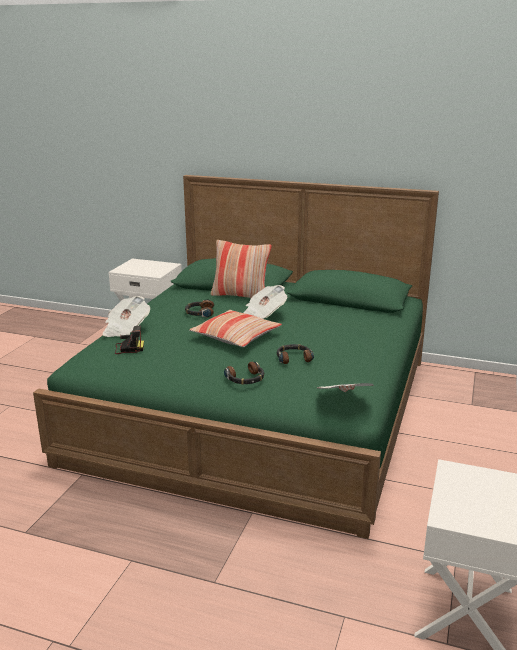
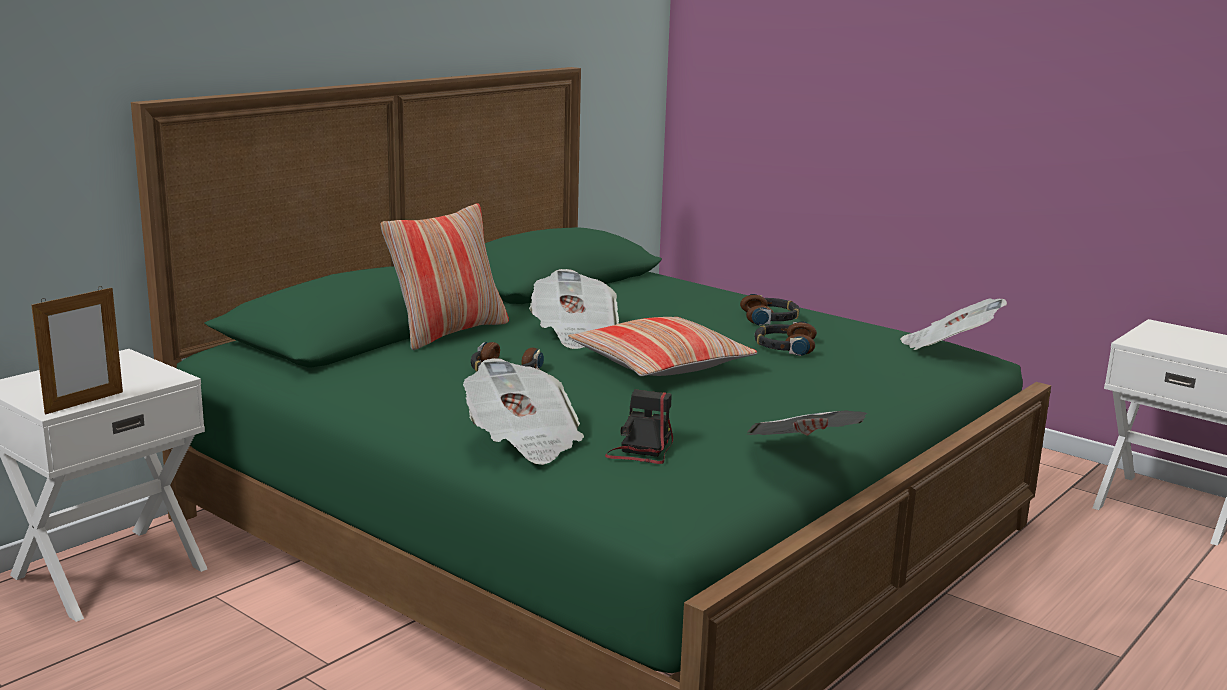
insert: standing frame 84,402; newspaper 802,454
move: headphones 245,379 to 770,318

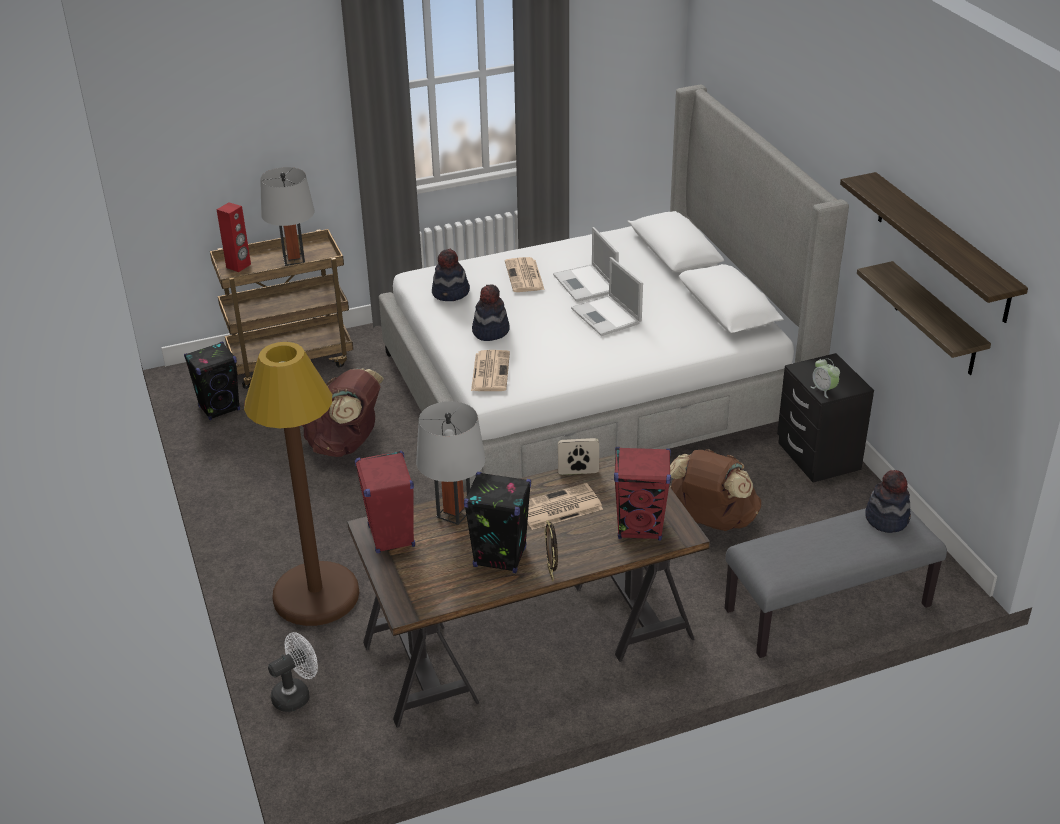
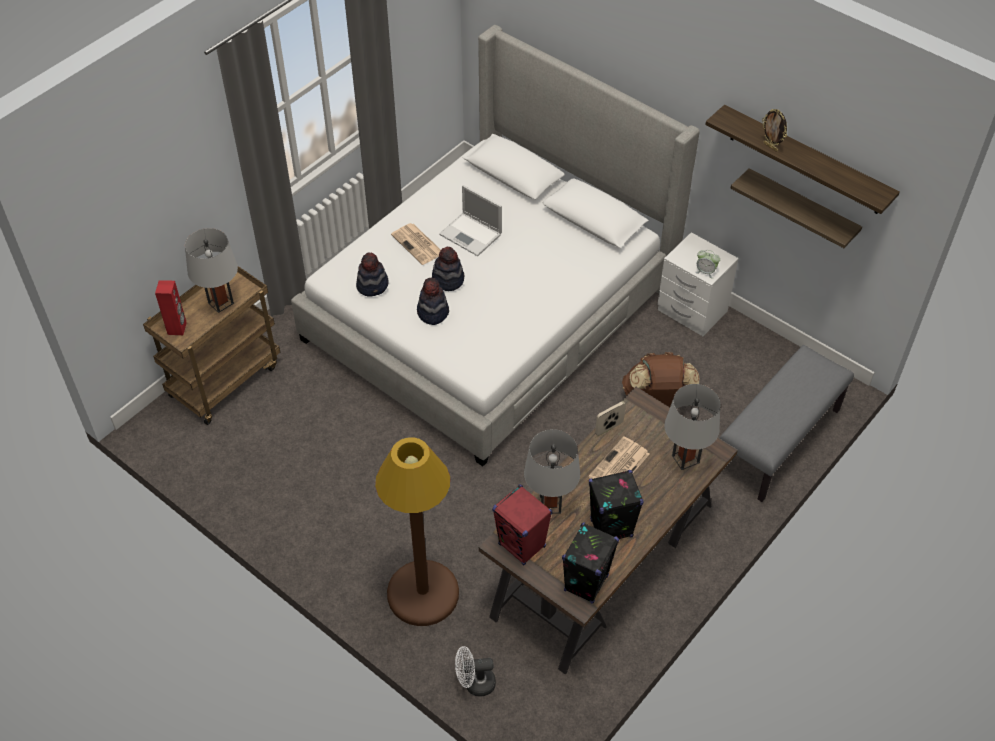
delete: rucksack (brownish) 346,444; newspaper 490,371; laptop 607,317
move: hat 887,518 to 448,279; speaker (black-coloured) 219,408 to 586,583; standing frame 551,573 to 771,147
replace: speaker (reddish) 640,527 to tabletop lamp (greyish) 685,458
recolor: nightstand (black-coloured) 818,456 to nightstand (whitish) 692,311
rotate: cooling fan (whitish) 296,694 = 474,683 120 degrees counterclockwise

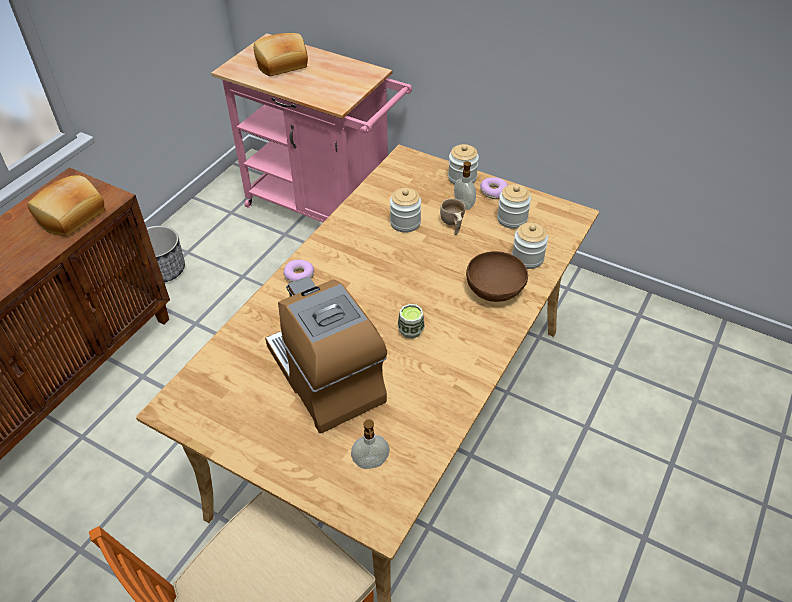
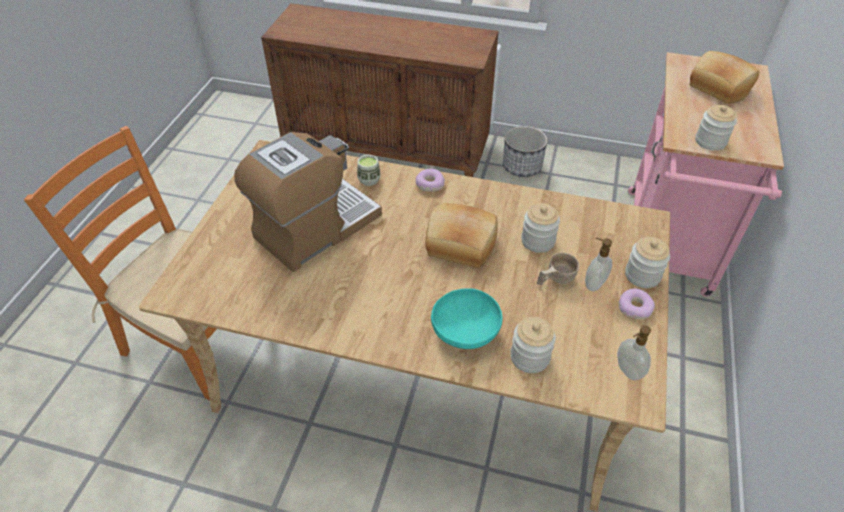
move: small cup 411,330 to 369,180; bakery bread 72,216 to 460,246; soap dispenser 371,463 to 627,371; jar 512,219 to 710,141
recolor: serving bowl (brownish) 495,290 to serving bowl (turquoise) 465,333

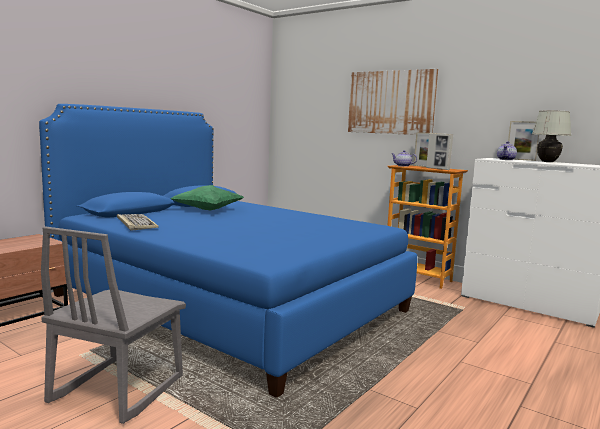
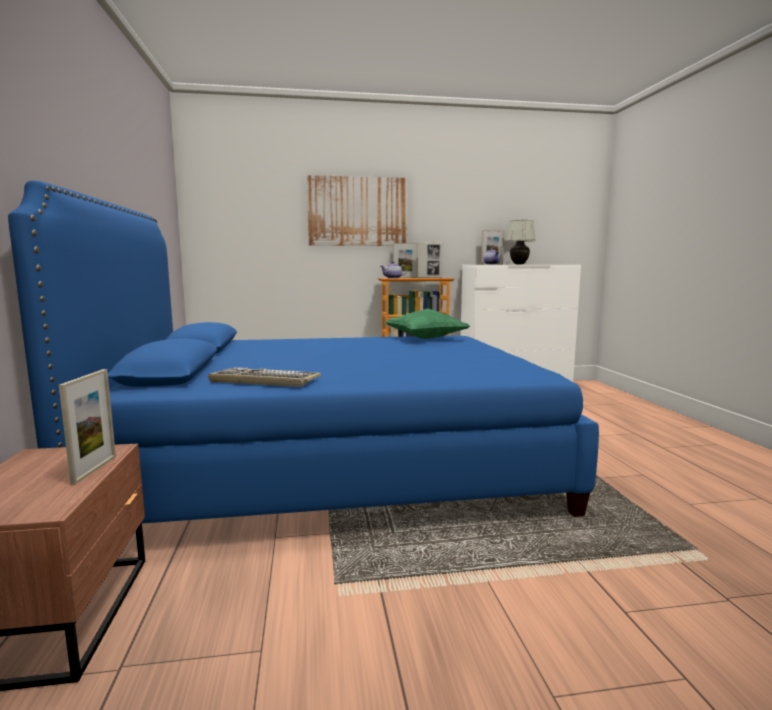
delete: plain chair (greyish) 116,389
insert: standing frame 94,469
move: cushion (green) 207,210 to 426,339

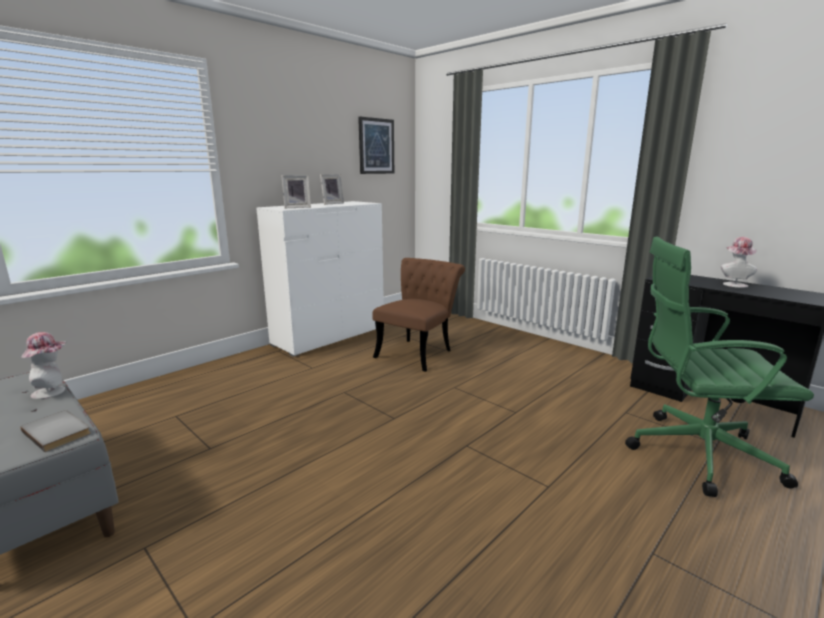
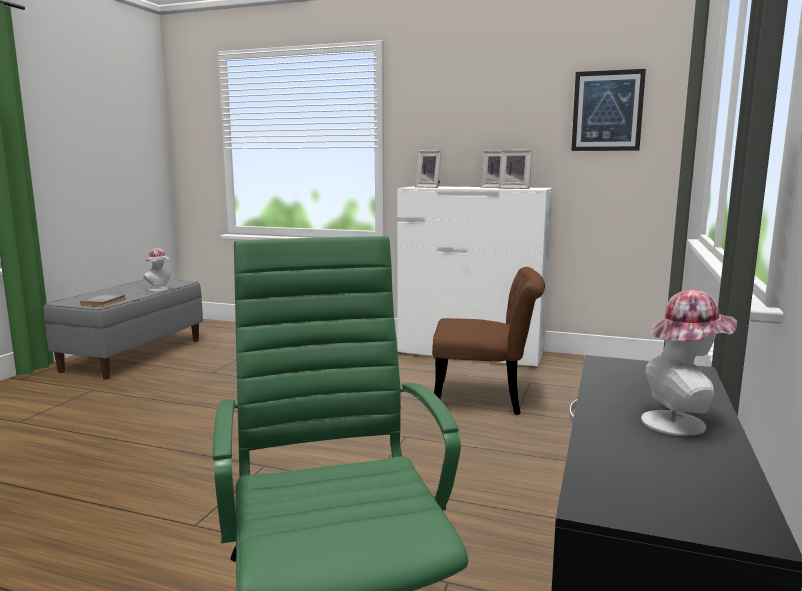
insert: standing frame 515,188

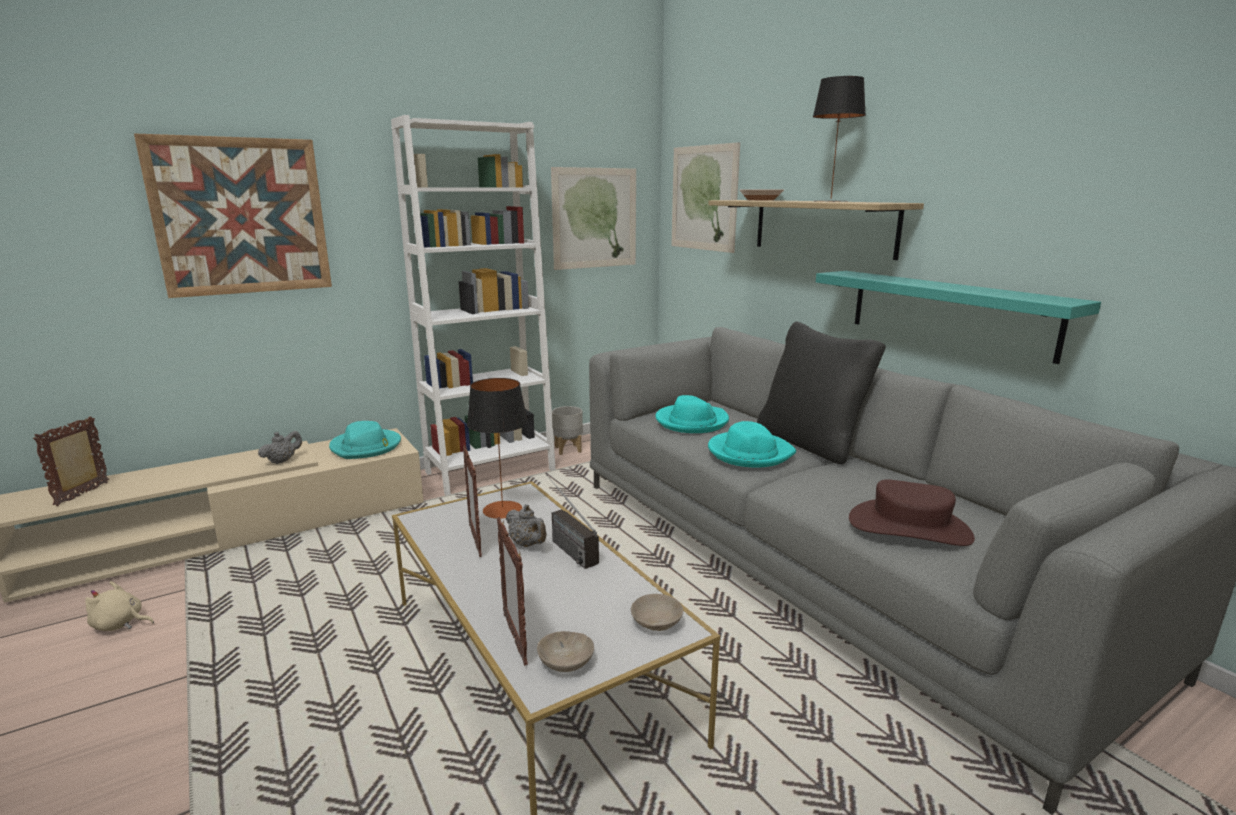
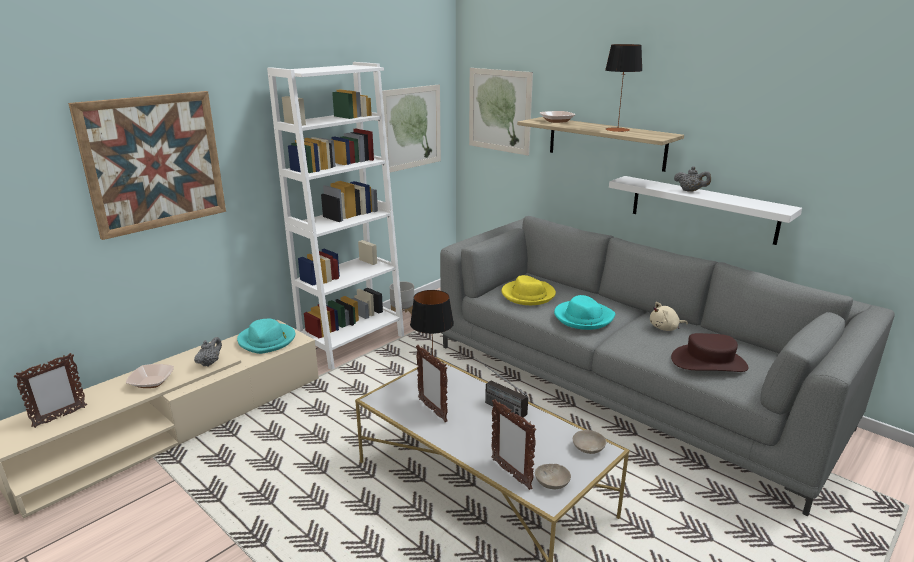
delete: cushion (black-coloured) 810,443
insert: serving bowl 152,382
move: soft toy (sand-coloured) 120,624 to 665,328; pot for tea (greyish) 527,544 to 690,191
recolor: hat (turquoise) 691,422 to hat (yellowish) 528,295; bracket shelf (turquoise) 948,312 to bracket shelf (whitish) 702,209
rotate: standing frame 83,494 = 60,417 135 degrees counterclockwise

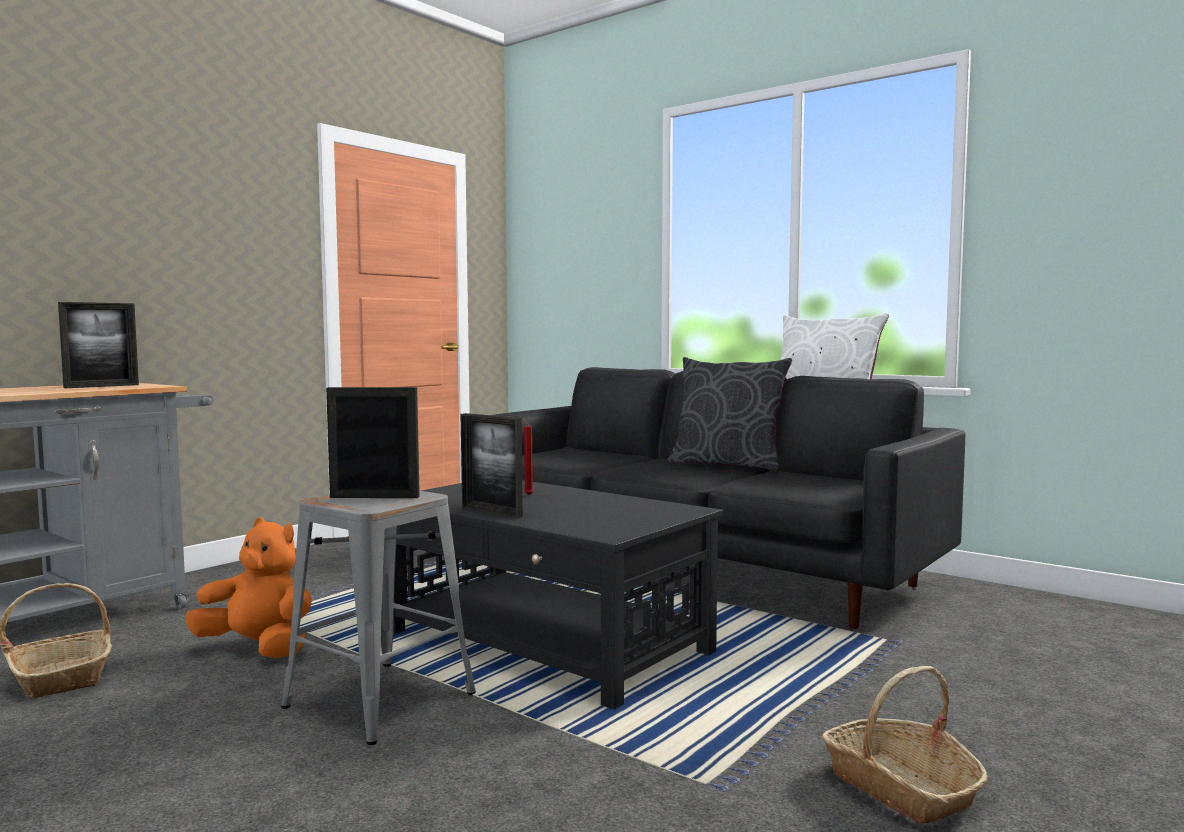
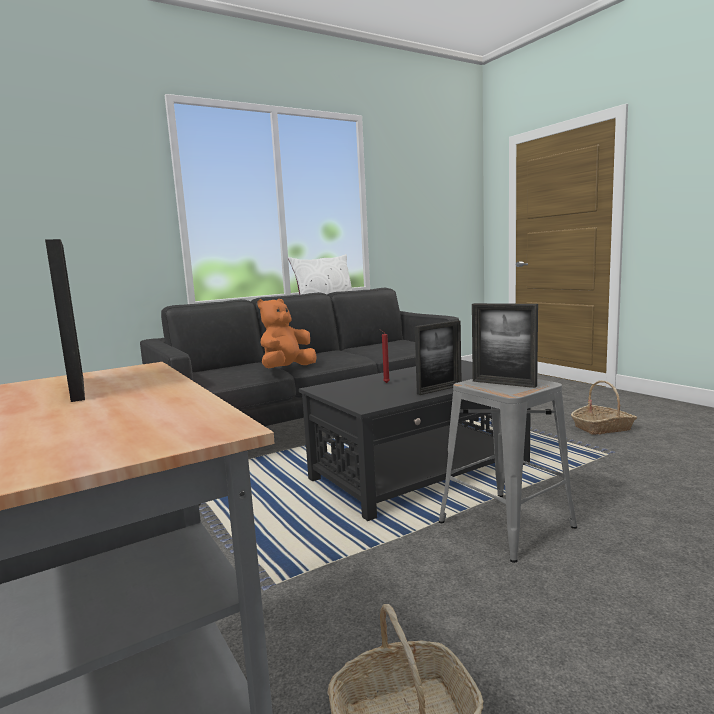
delete: cushion (greyish) 727,465
move: soft toy (orange-coloured) 258,648 to 287,369
rotate: standing frame 374,497 = 503,383 75 degrees counterclockwise

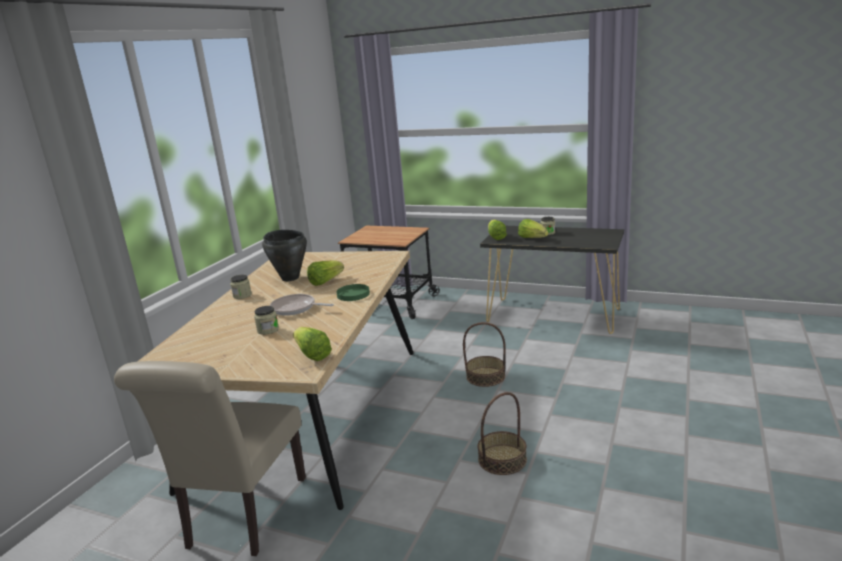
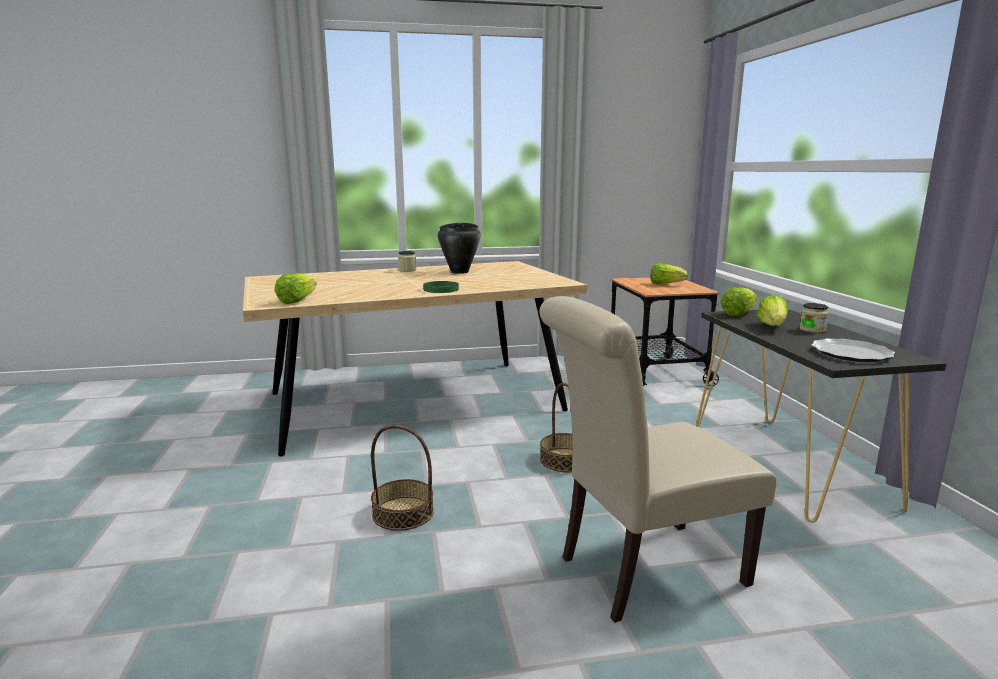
delete: jar 268,330; frying pan 295,309
insert: plate 851,353
move: plain chair (sand-coloured) 243,517 to 642,572; lettuce head 325,282 to 665,284

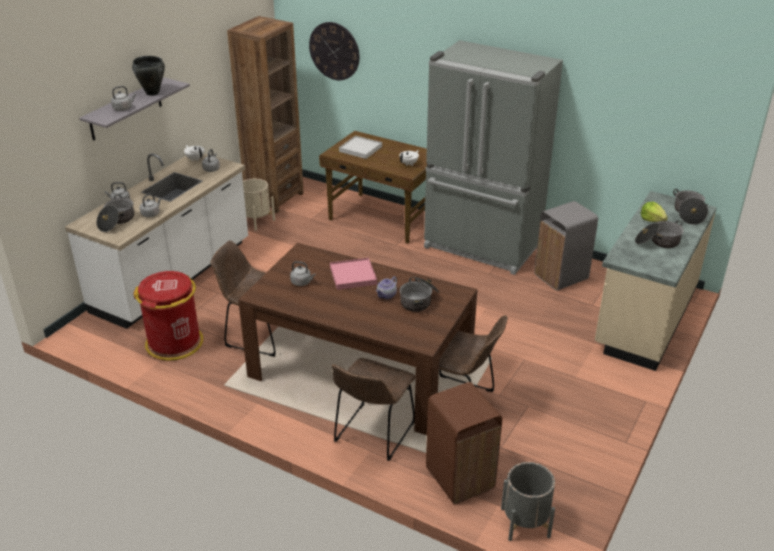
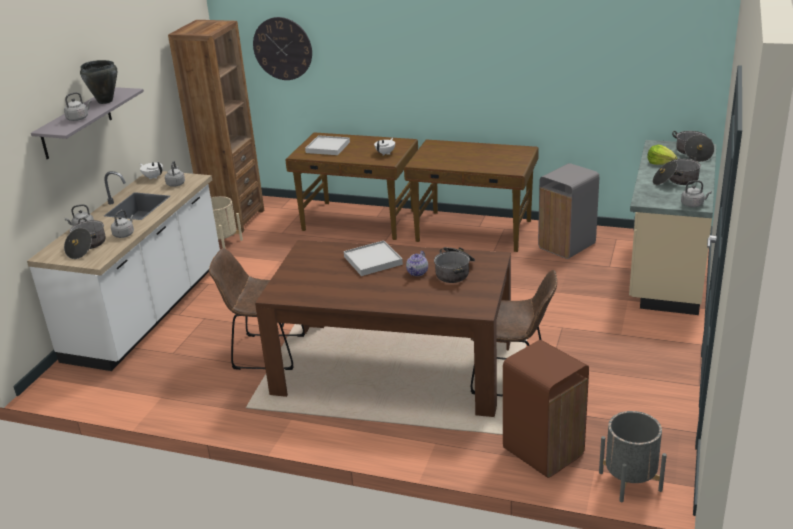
delete: trash can (reddish) 175,343; plain chair (brownish) 372,435
move: water kettle (greyish) 302,282 to 693,204
replace: refrigerator (greyish) 481,247 to desk unit (brownish) 474,231
recolor: tray (pink-coloured) 353,276 to tray (whitish) 373,260

